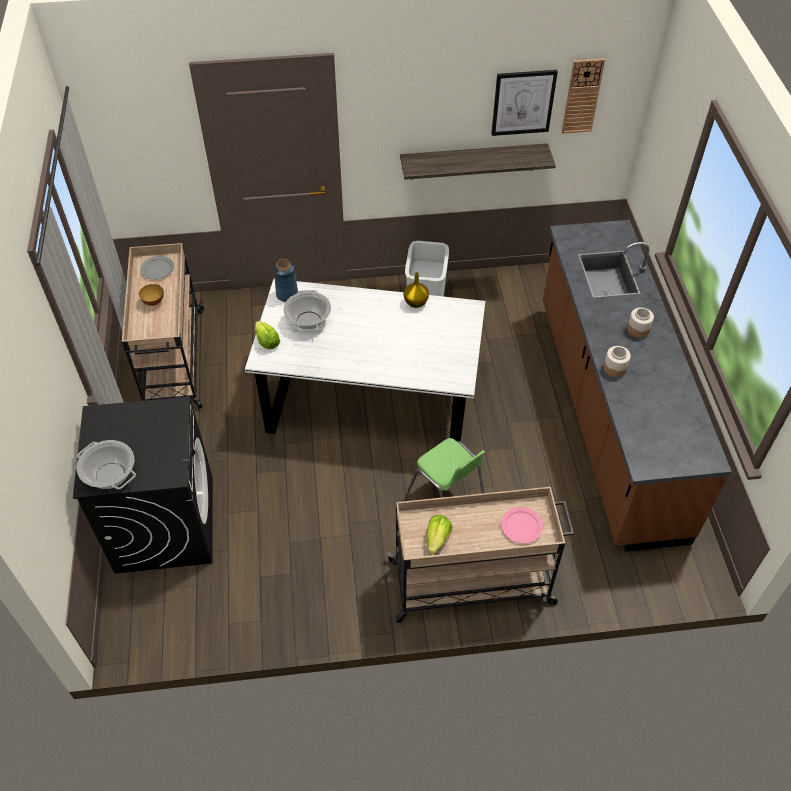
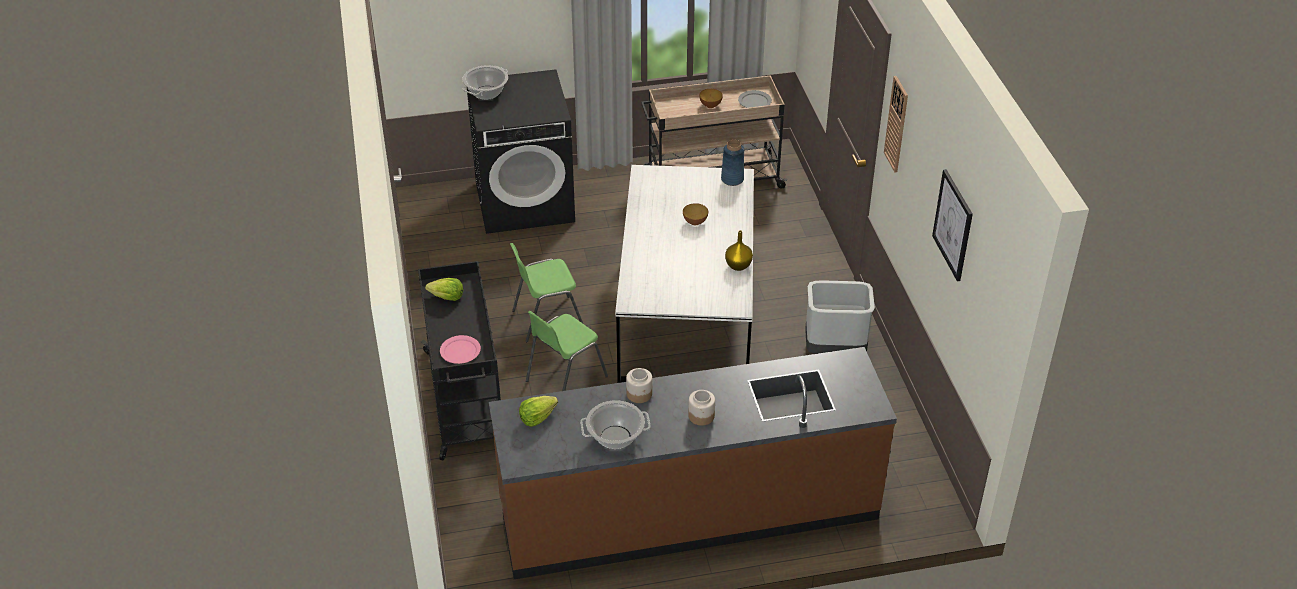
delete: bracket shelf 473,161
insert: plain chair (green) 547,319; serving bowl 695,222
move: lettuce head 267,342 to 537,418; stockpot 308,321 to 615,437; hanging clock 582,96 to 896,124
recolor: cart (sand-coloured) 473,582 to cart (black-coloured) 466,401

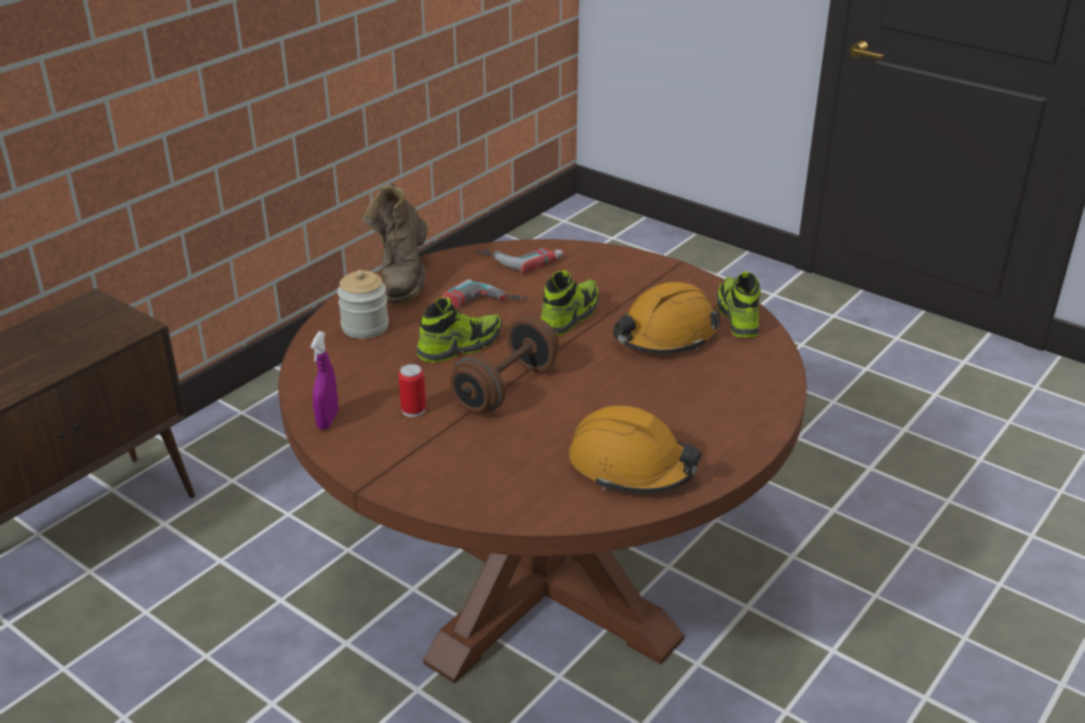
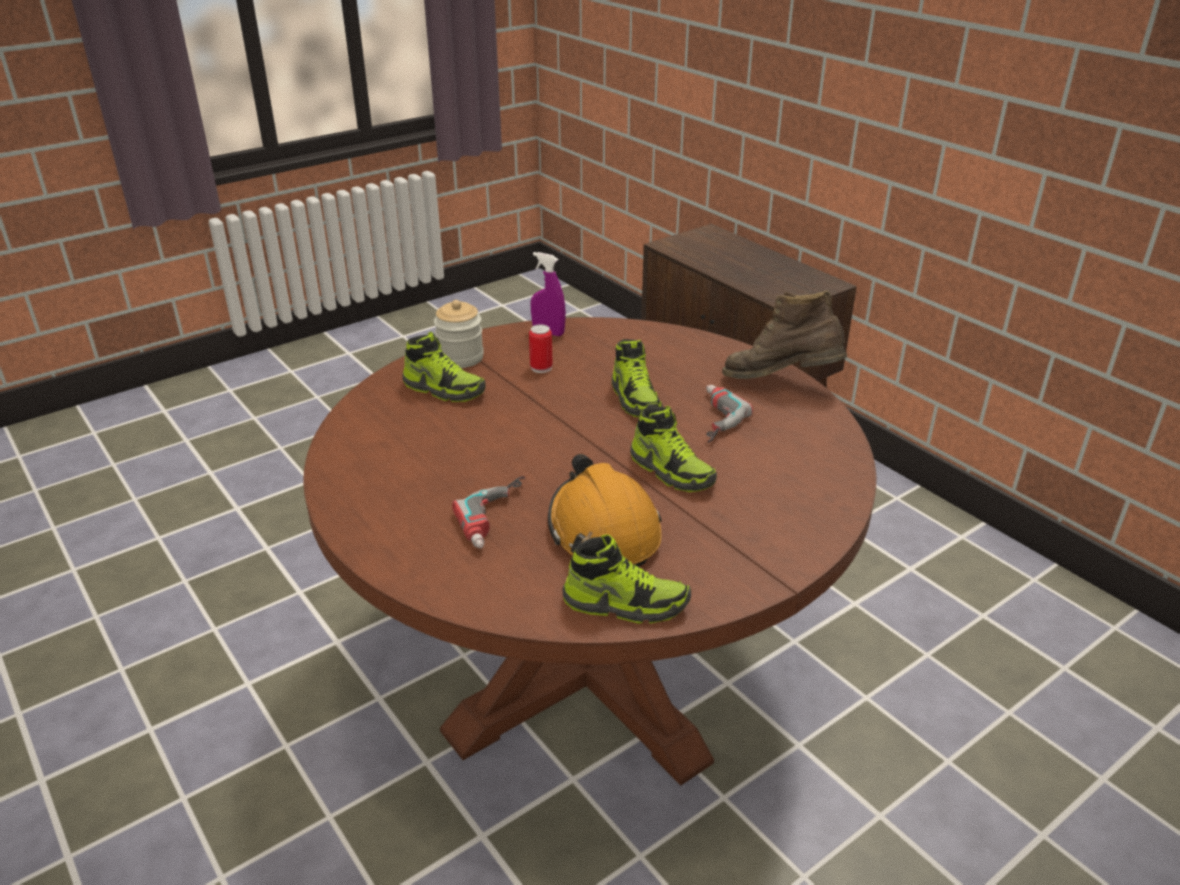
delete: free weight (brownish) 506,388; safety helmet (orange-coloured) 631,466
insert: shoe 444,389
move: jar 365,327 to 460,358; electric drill 520,258 to 500,518

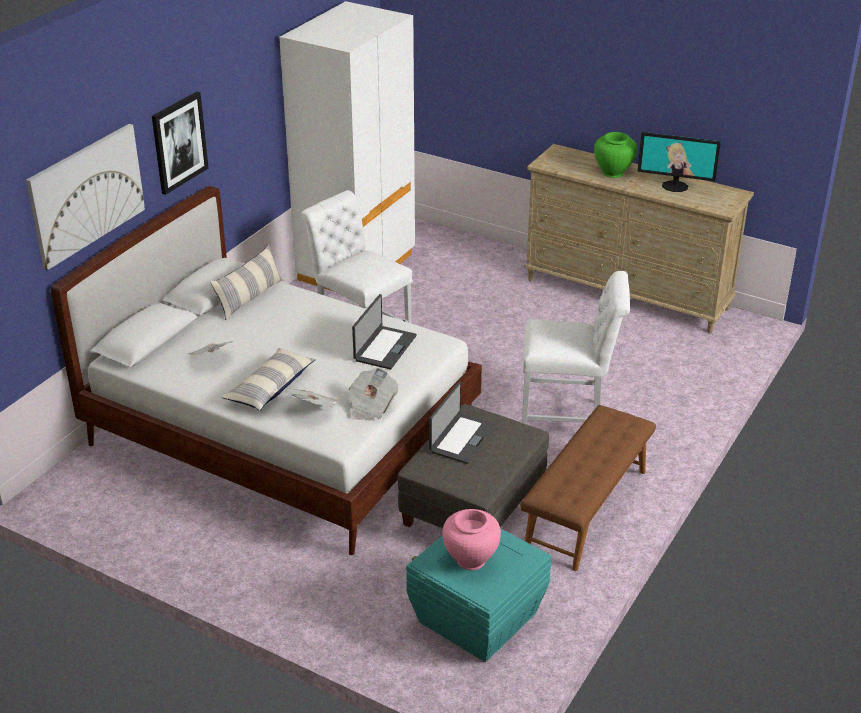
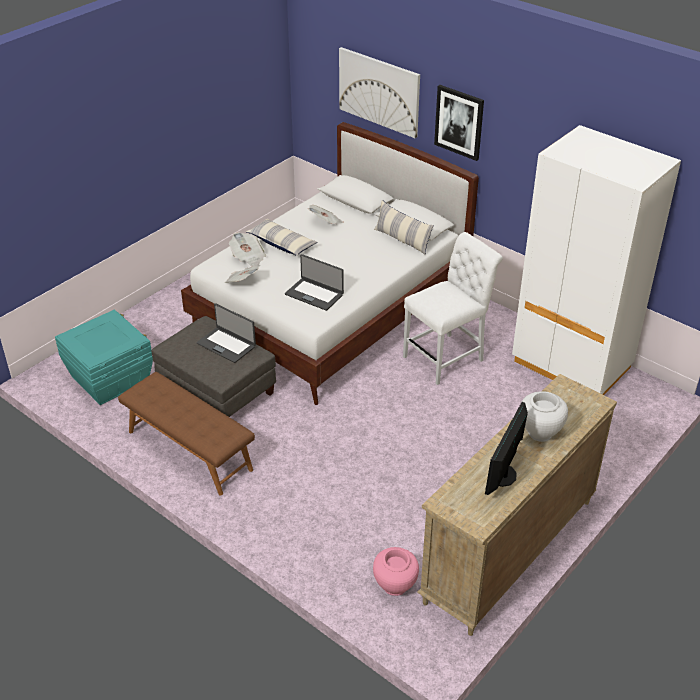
delete: plain chair (whitish) 567,420
move: decorative vase (pink-coloured) 471,560 to 395,586
recolor: decorative vase (green) 613,173 to decorative vase (whitish) 540,433

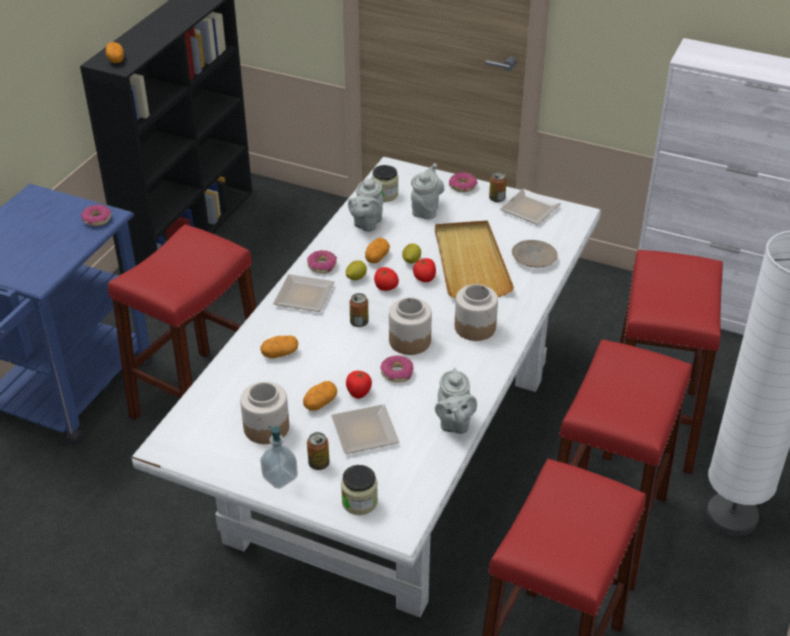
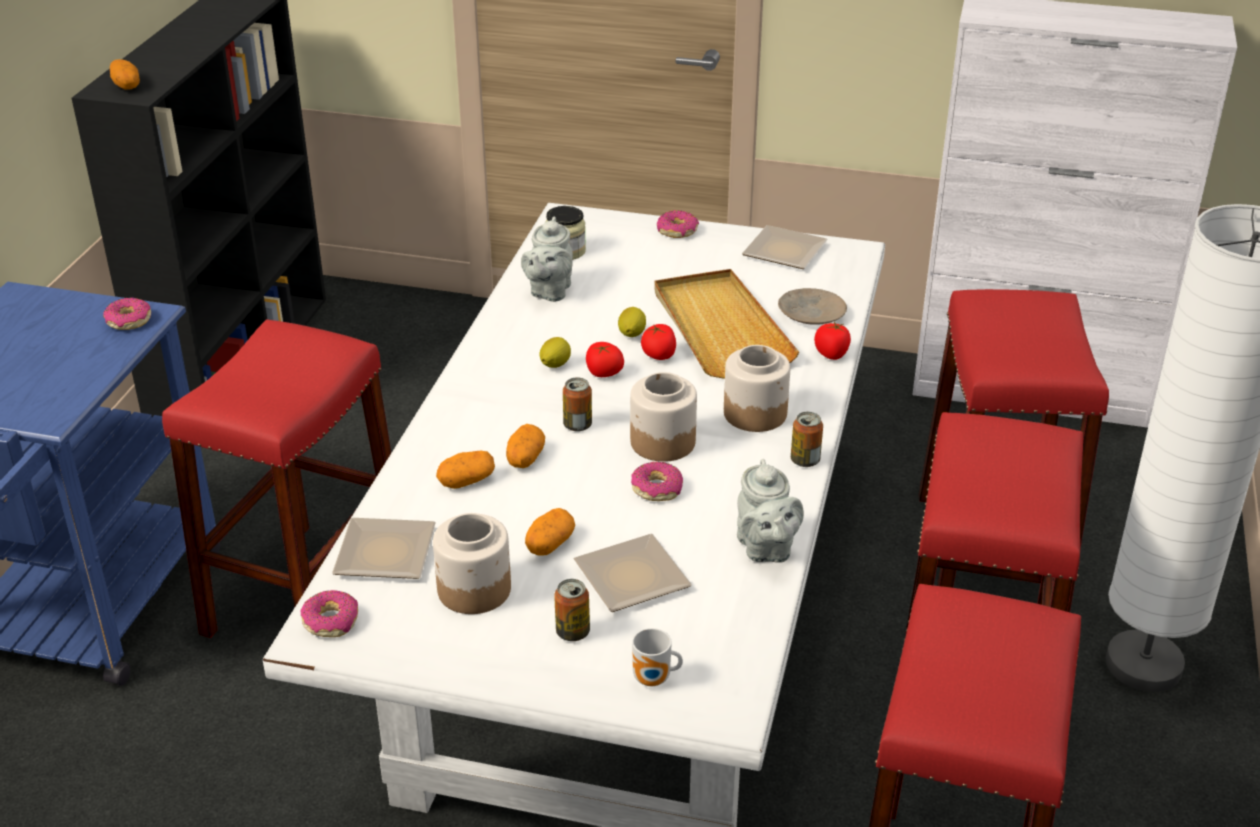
delete: soap dispenser 280,477; pot for tea (greyish) 426,209
move: donut 322,266 to 331,621; plate 306,295 to 389,551; potato 377,257 to 525,458; sealed can 497,199 to 805,460; whole tomato 358,392 to 831,354
replace: jar 359,502 to tea mug 654,680

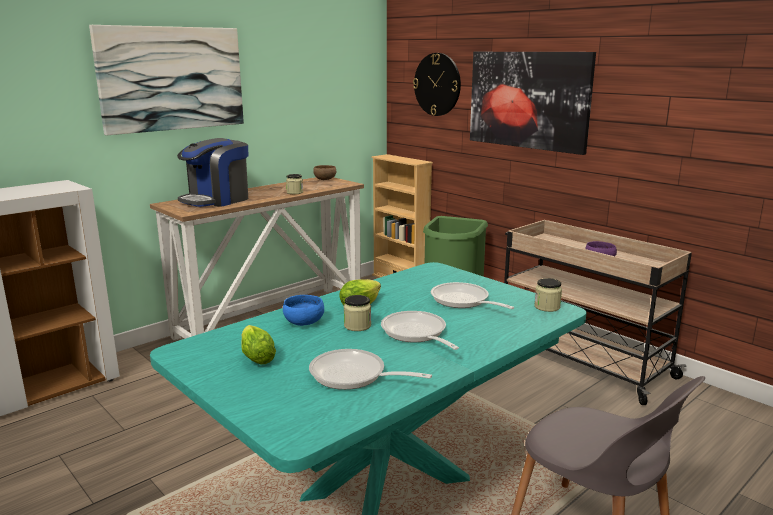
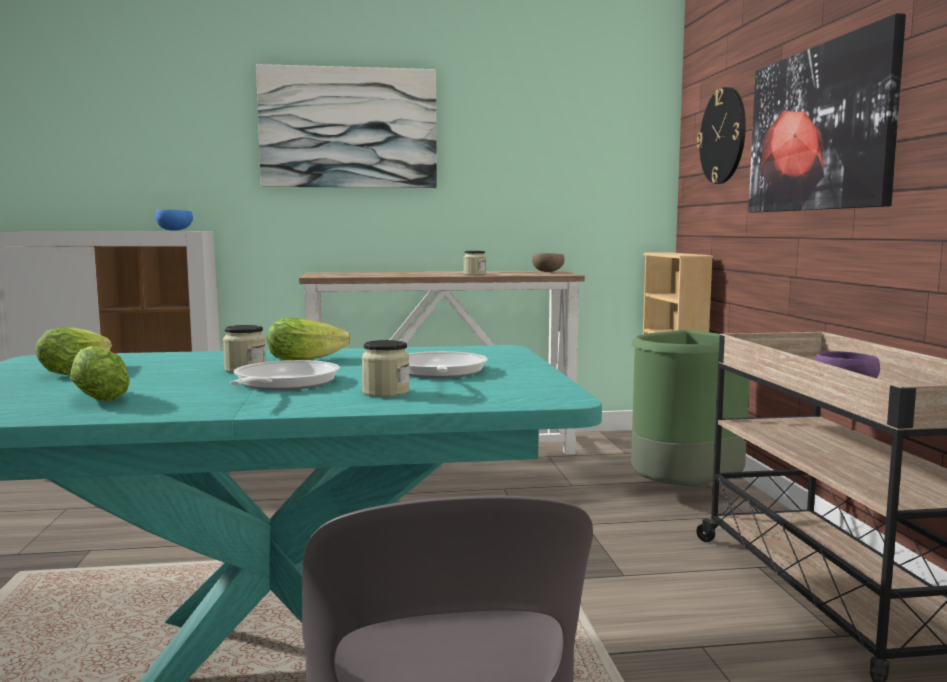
delete: coffee maker 217,200
move: serving bowl (blue) 303,322 to 175,230; jar 547,307 to 386,392
replace: frying pan 354,376 to lettuce head 98,397

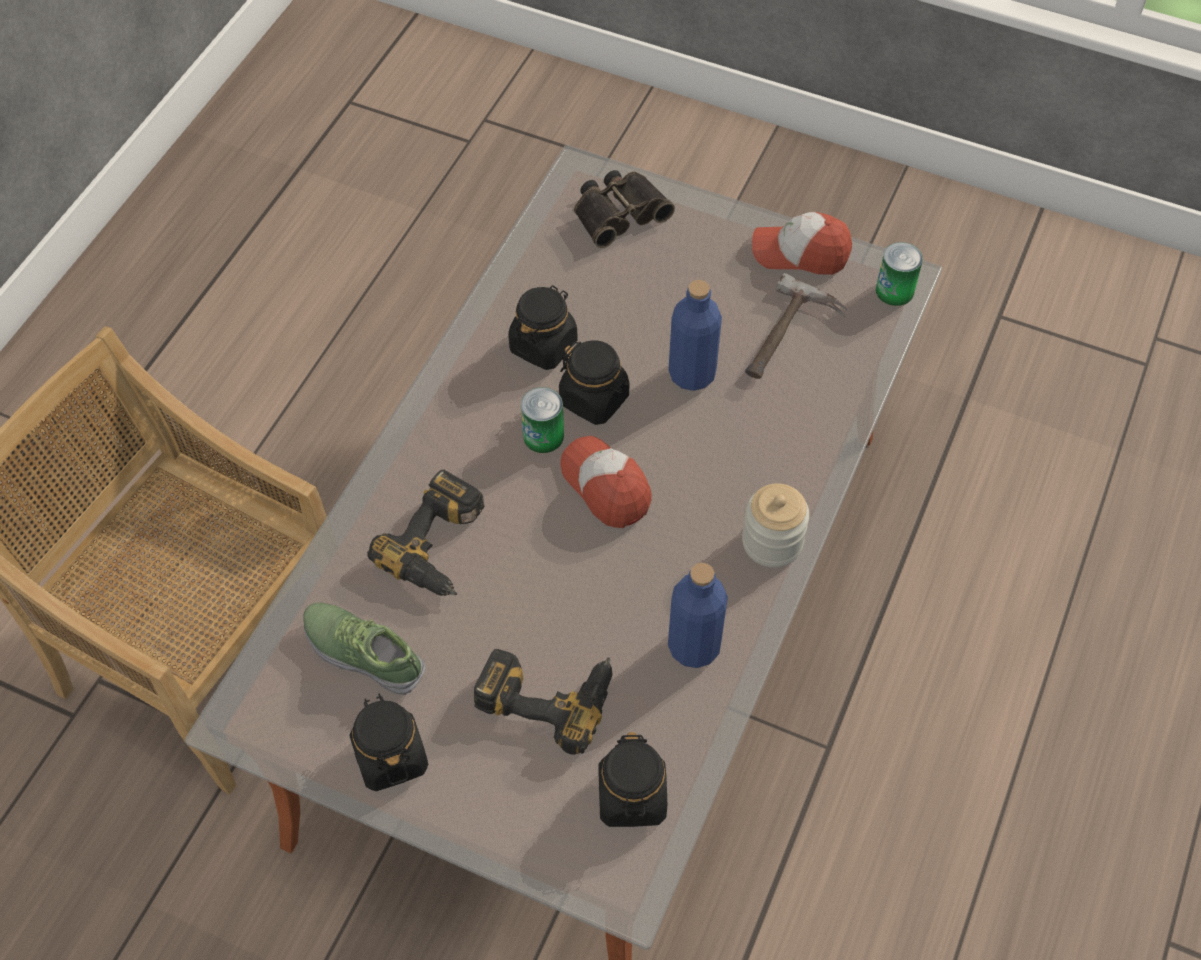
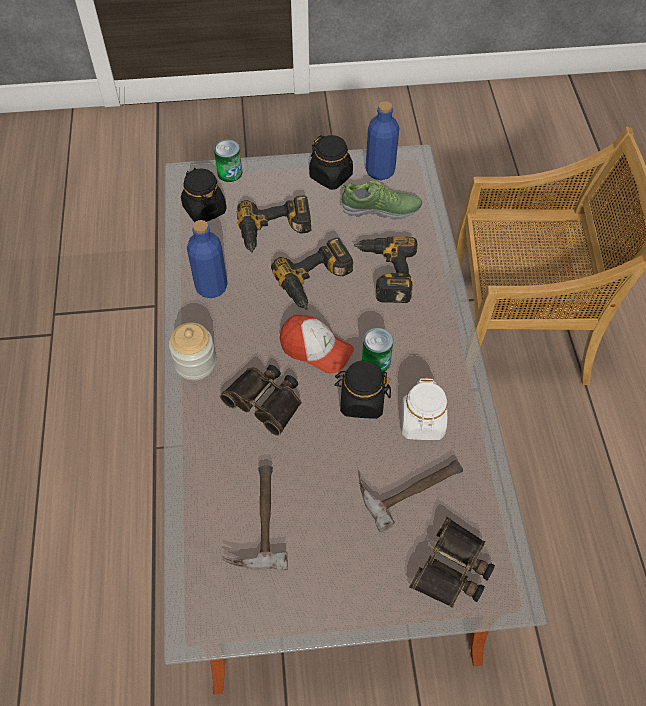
delete: baseball cap 800,253
insert: field glasses 266,400; electric drill 316,282; hammer 408,483
move: sealed can 894,291 to 230,173; bottle (blue) 692,374 to 380,171
recolor: jar (black-coloured) 543,345 to jar (whitish) 422,423

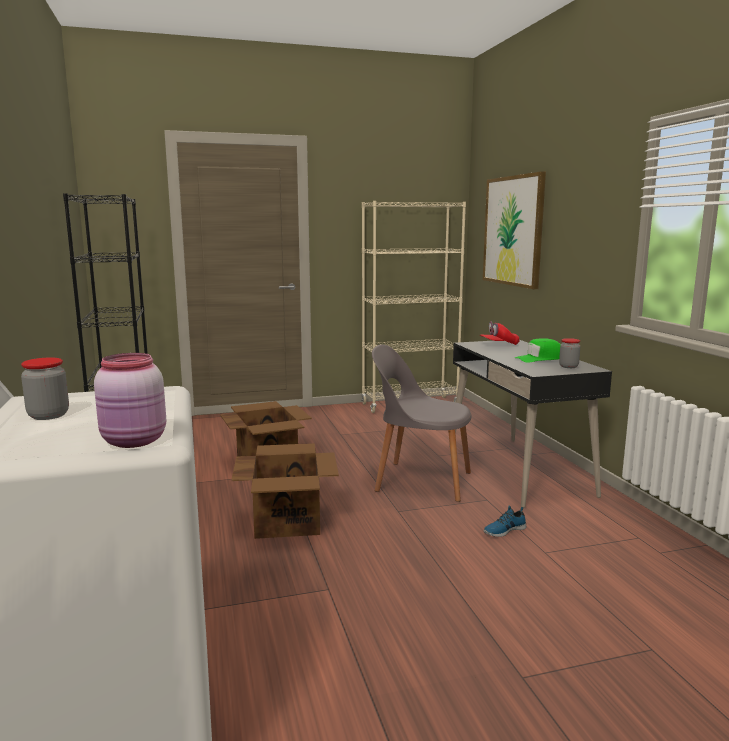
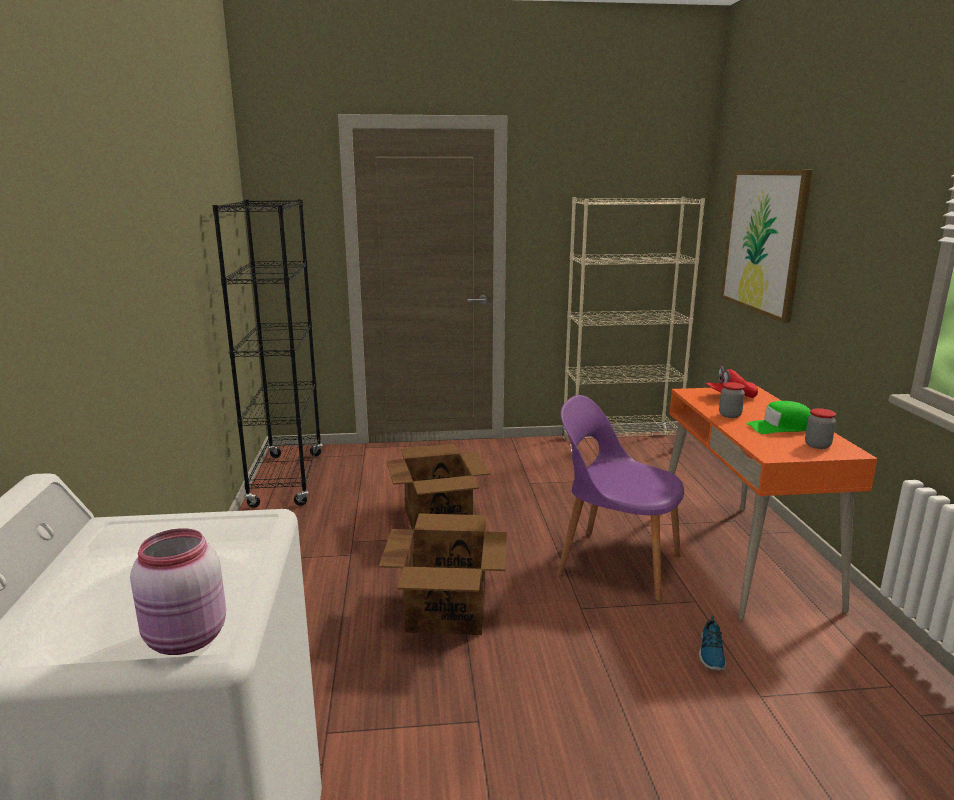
move: jar 48,415 to 730,415
recolor: plain chair (greyish) 420,481 to plain chair (purplish) 616,563; desk unit (black-coloured) 518,470 to desk unit (orange-coloured) 742,557
rotate: shoe 504,530 = 711,653 60 degrees counterclockwise

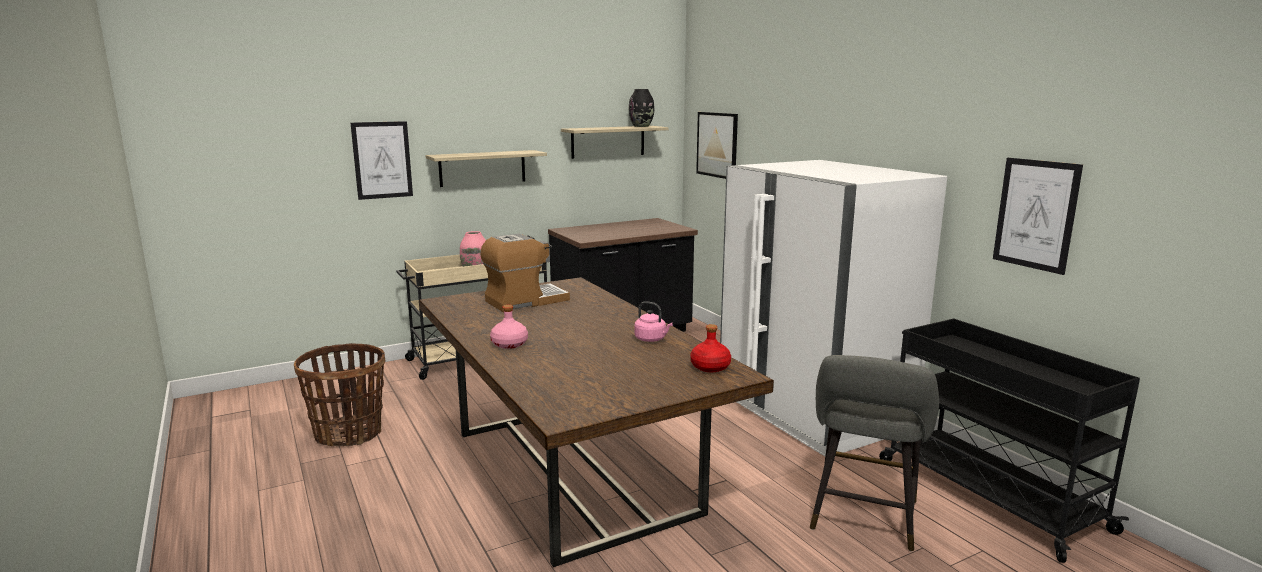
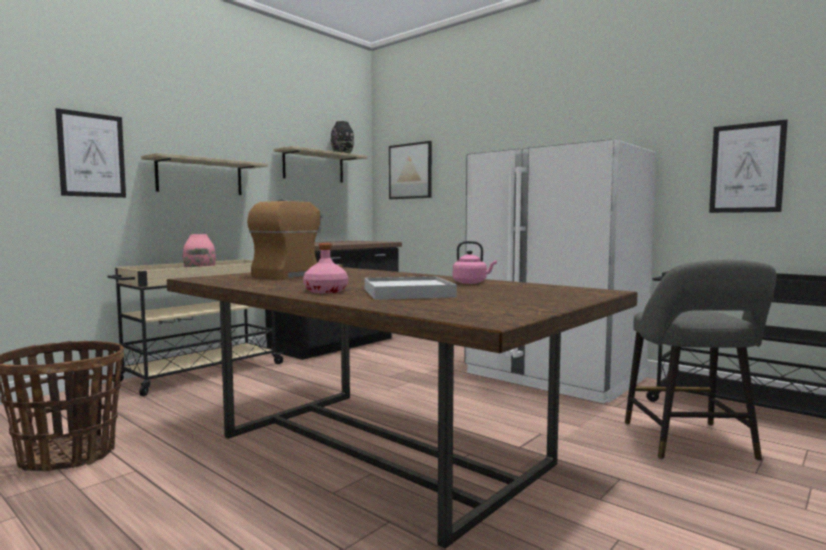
delete: bottle (reddish) 710,367
insert: tray (whitish) 408,293

